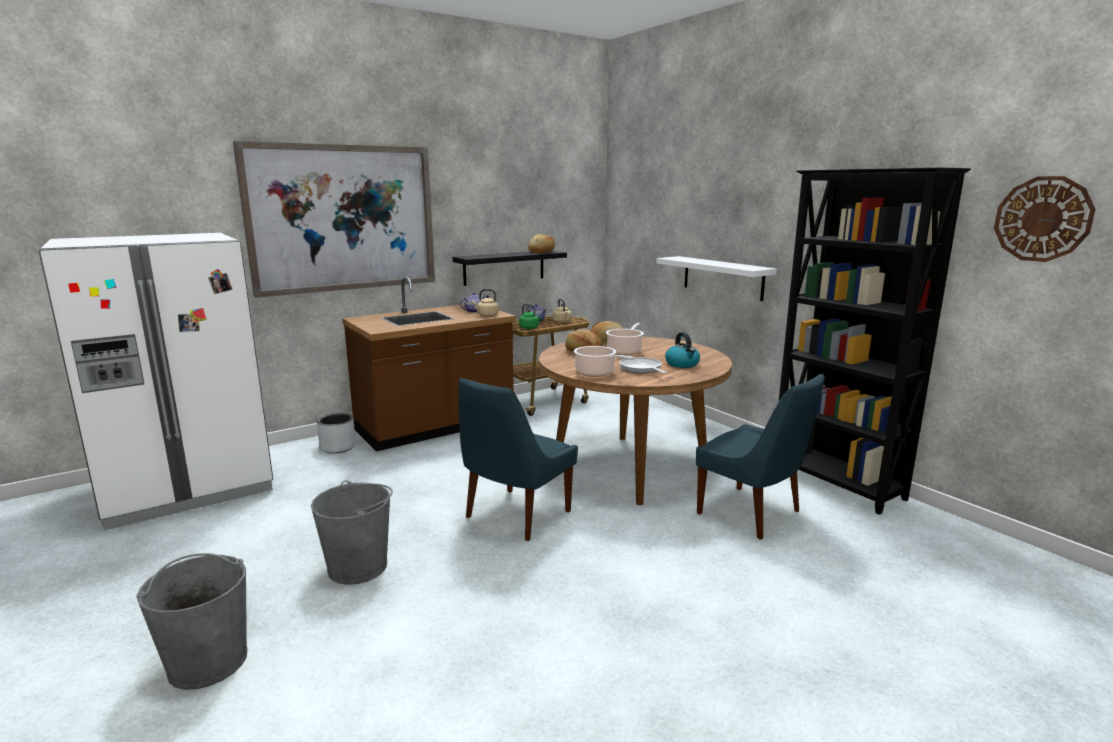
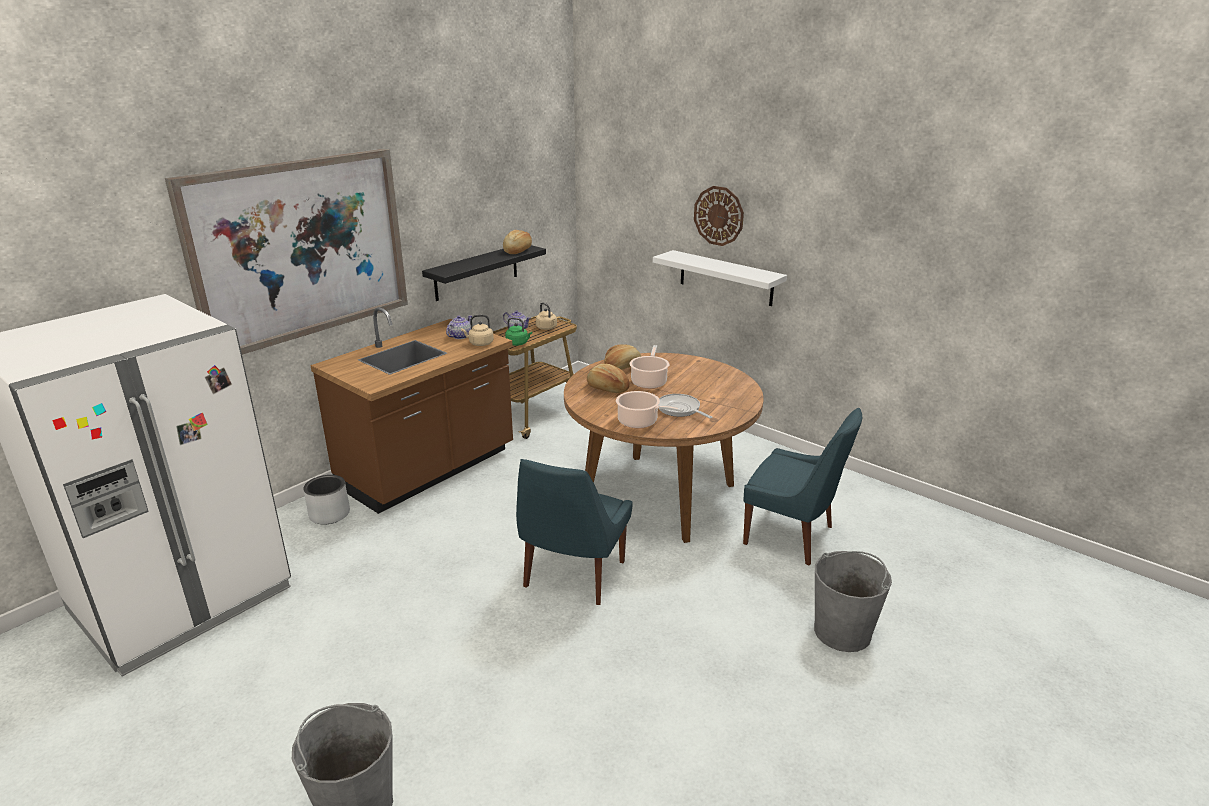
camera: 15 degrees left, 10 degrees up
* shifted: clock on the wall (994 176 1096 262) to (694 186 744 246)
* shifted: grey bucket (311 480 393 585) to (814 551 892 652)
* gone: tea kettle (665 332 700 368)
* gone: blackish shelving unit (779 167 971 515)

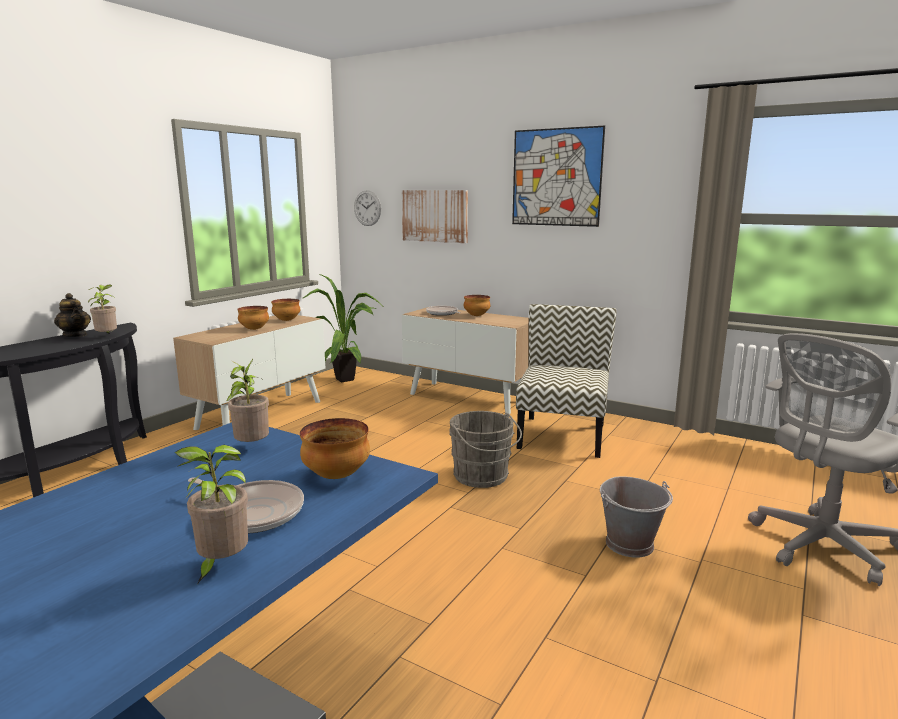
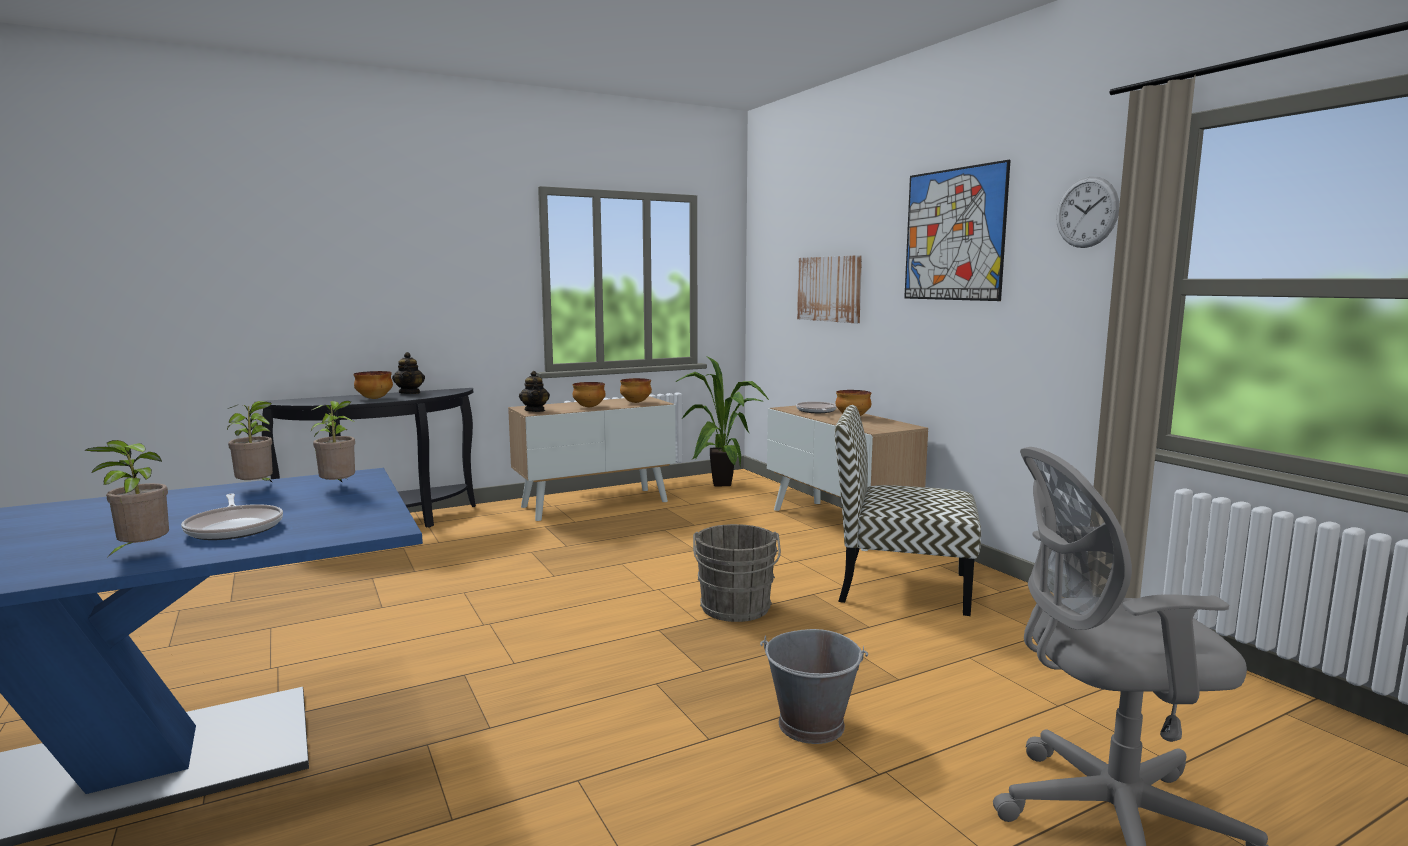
camera: 30 degrees right, 5 degrees down
* shifted: houseplant (88 285 117 334) to (227 401 273 482)
* shifted: bowl (300 418 370 479) to (353 371 393 399)
* new: tea pot (519 371 550 412)
* rotated: plain chair (516 304 617 458) = (835 405 981 616) 120 degrees counterclockwise
* shifted: clock on the wall (354 190 381 226) to (1056 177 1119 248)

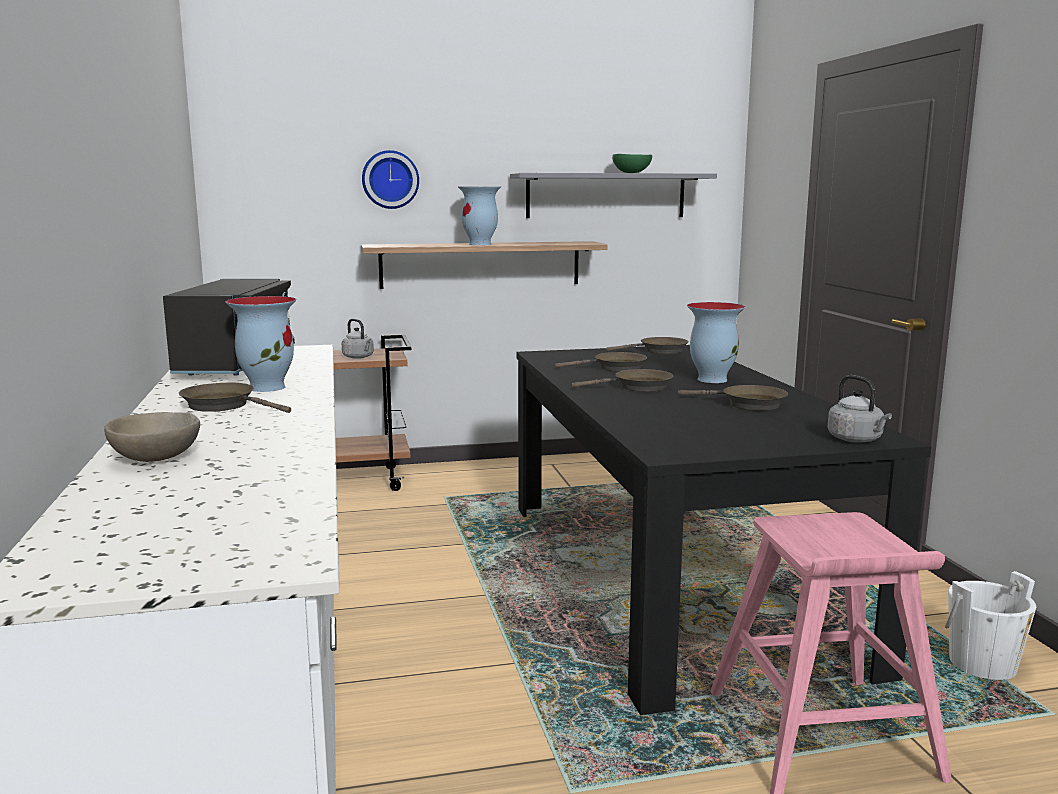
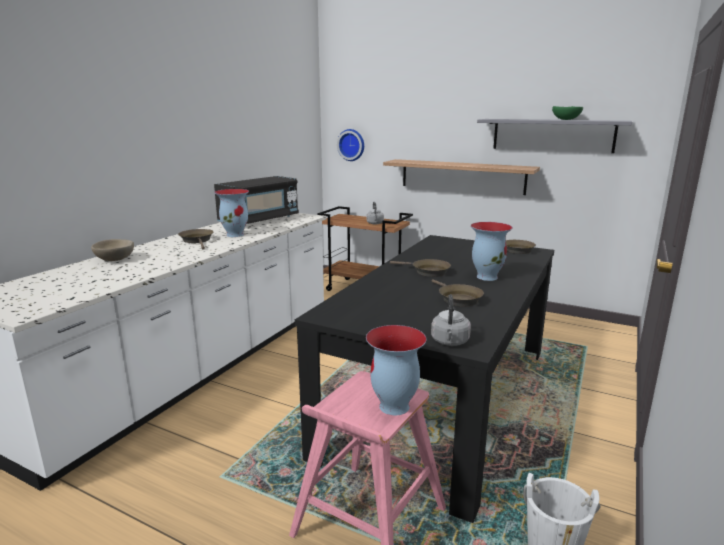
camera: 40 degrees right, 5 degrees up
* shifted: clock on the wall (362 150 419 209) to (337 129 364 161)
* shifted: vase (458 186 501 245) to (366 325 426 415)
* gone: brown frying pan (555 352 647 372)

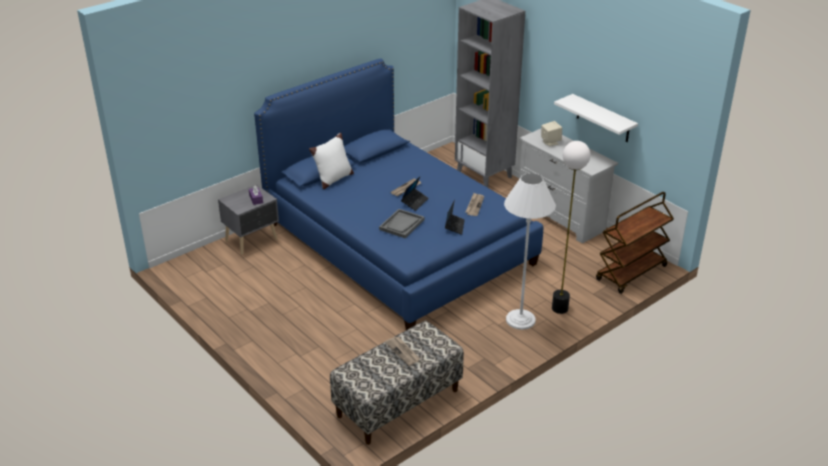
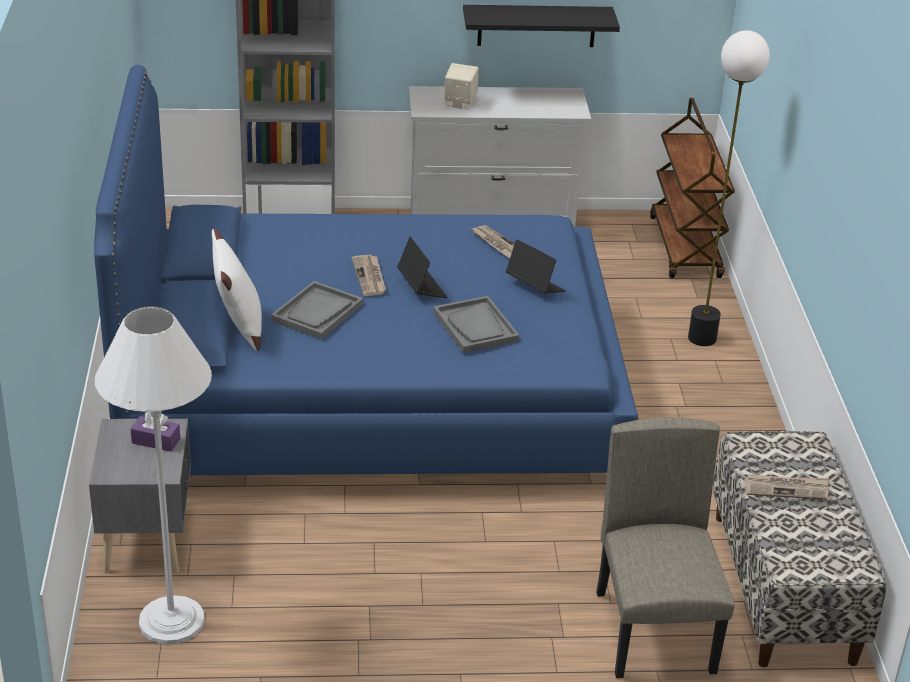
camera: 55 degrees left, 0 degrees up
* shifted: whitish standing lamp (504 173 556 330) to (95 306 212 645)
* new: grey tray (271 281 363 340)
* repainted: whitish bracket shelf (554 94 638 142) to blackish bracket shelf (463 5 620 47)
* new: beige plain chair (596 417 735 678)

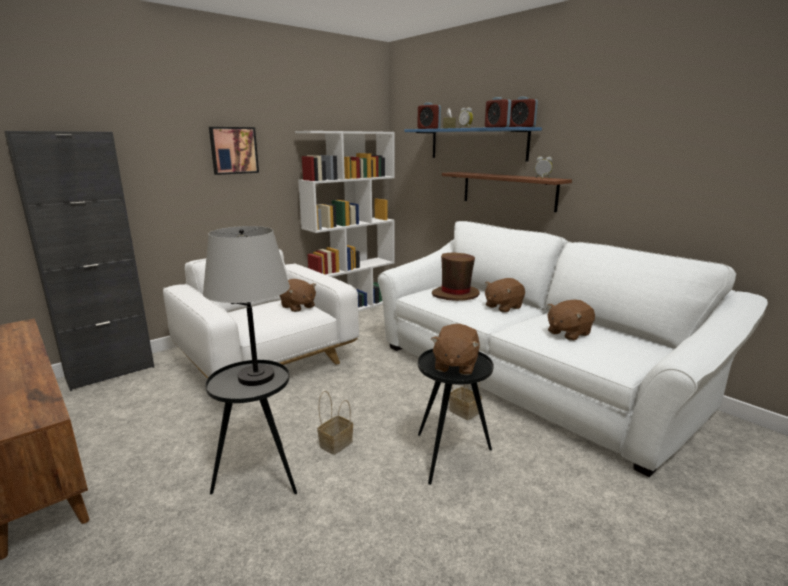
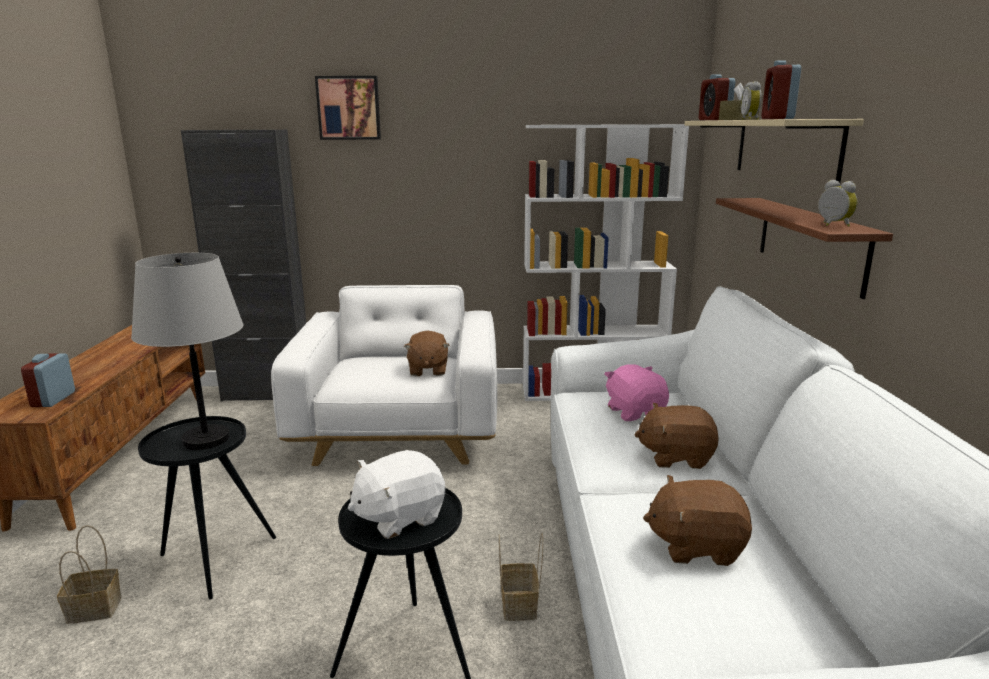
camera: 40 degrees right, 0 degrees up
* shifted: bedside clock (509 96 538 127) to (21 353 75 407)
* shifted: household basket (317 391 353 455) to (57 525 121 624)
* shifted: wall art (209 127 259 175) to (315 76 381 140)
* repainted: brown plush toy (431 324 480 375) to whitish plush toy (348 450 445 539)
* swapped: brown wearable hat (432 252 480 301) to pink-coloured plush toy (605 364 669 421)
* repainted: blue bracket shelf (405 127 542 162) to beige bracket shelf (685 119 864 182)

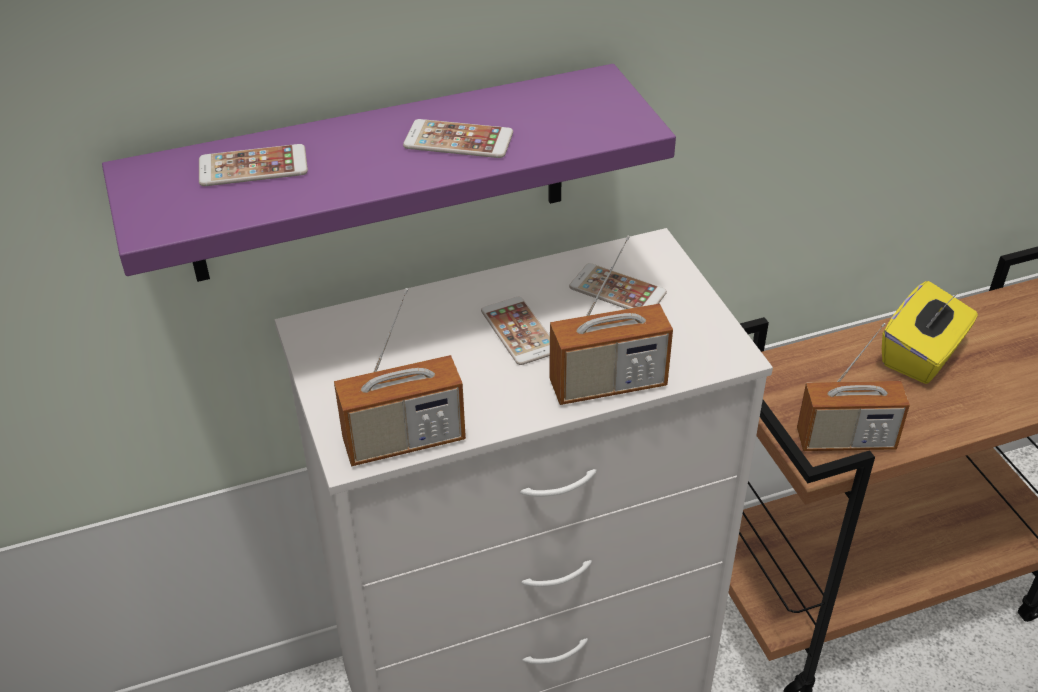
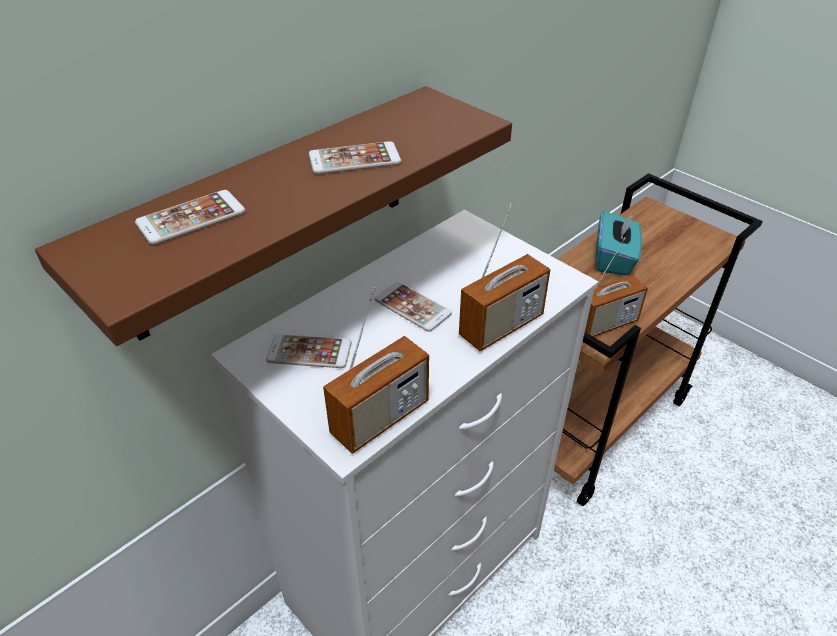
camera: 25 degrees left, 0 degrees up
* repainted: purple-coloured bracket shelf (102 64 676 282) to brown bracket shelf (35 86 512 346)
* shifted: phone (569 263 667 309) to (266 334 351 368)
* repainted: yellow tissue holder (882 281 978 384) to turquoise tissue holder (596 211 642 275)

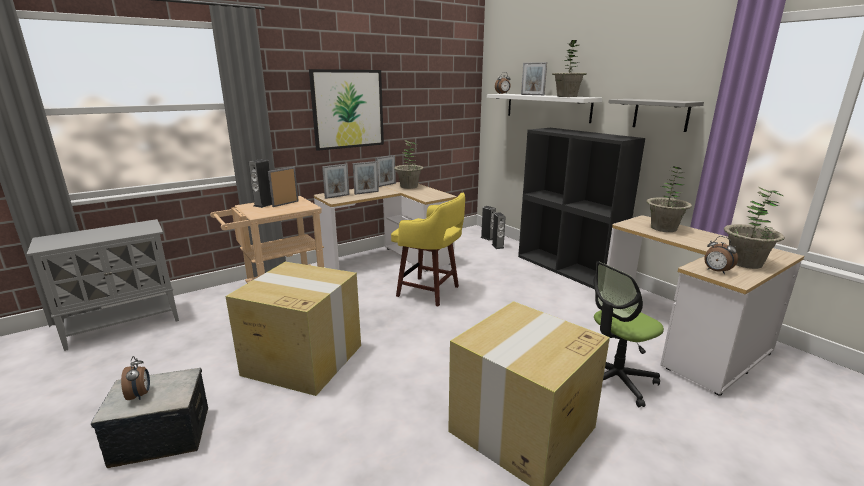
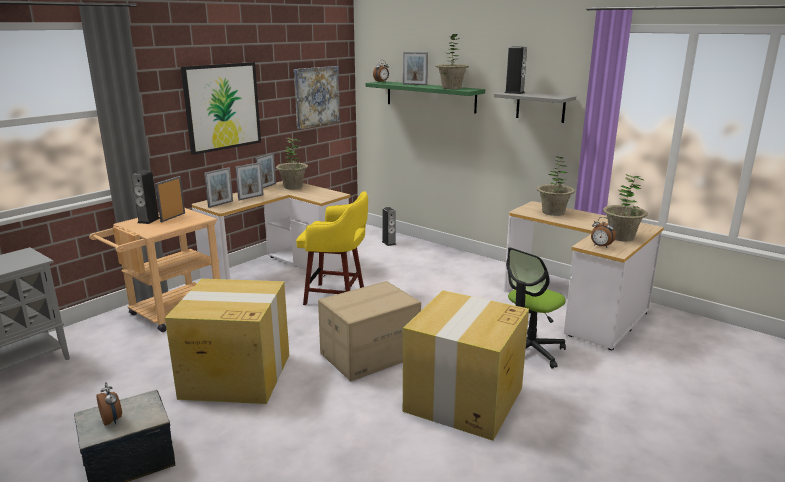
camera: 15 degrees left, 0 degrees up
* new: wall art (294 66 340 129)
* new: packing box (318 281 421 381)
* repainted: whitish bracket shelf (487 94 602 123) to green bracket shelf (365 81 485 114)
* shifted: audio speaker (480 206 496 241) to (505 46 527 94)
* gone: blackish shelving unit (518 128 645 289)

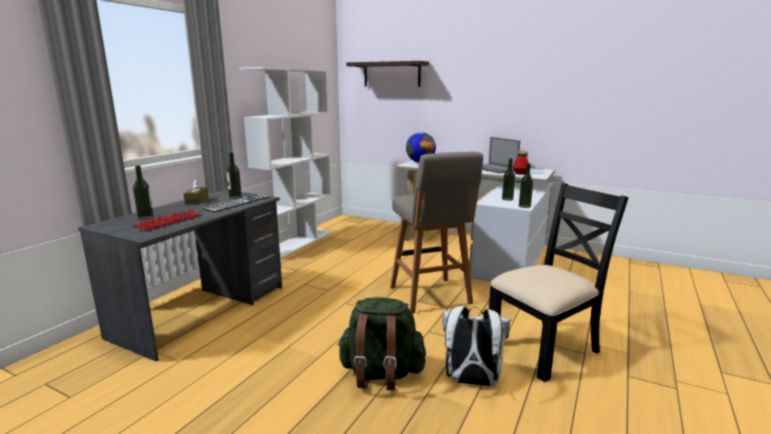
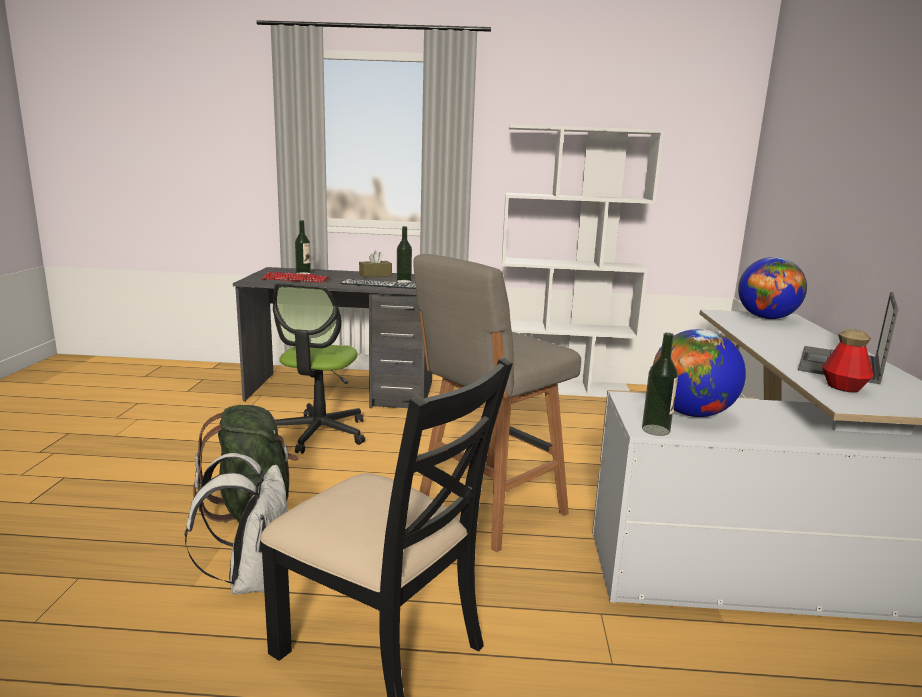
camera: 65 degrees right, 0 degrees up
* new: desk chair (273 283 365 454)
* swapped: drink bottle (502 159 515 201) to desk globe (653 329 746 417)
* gone: bracket shelf (346 61 429 87)

